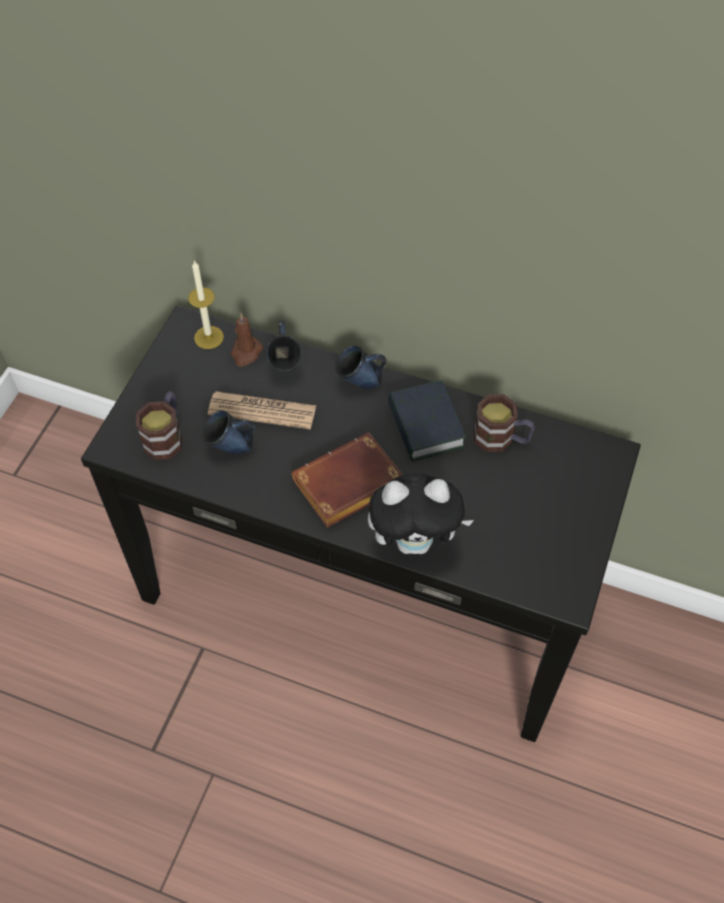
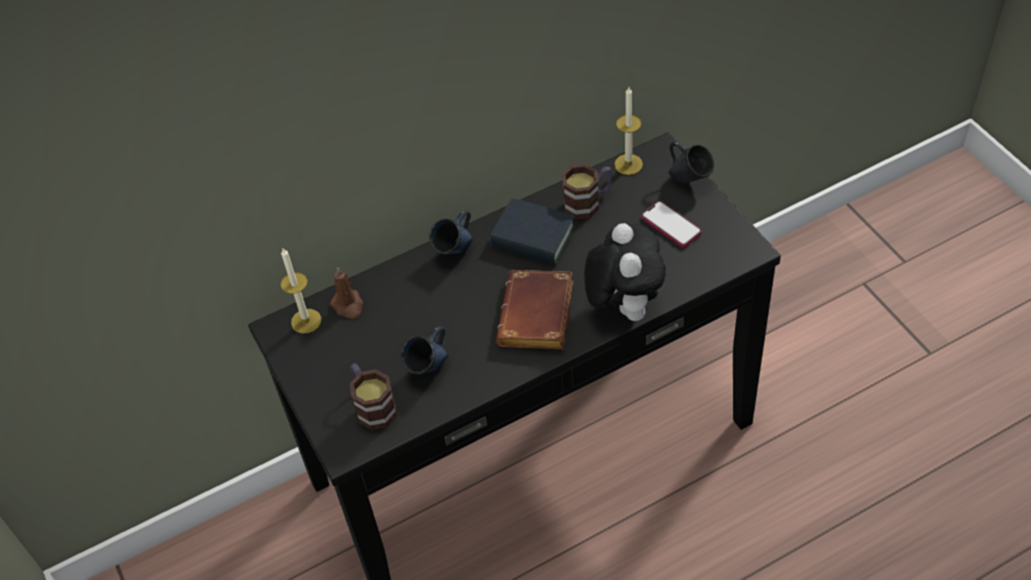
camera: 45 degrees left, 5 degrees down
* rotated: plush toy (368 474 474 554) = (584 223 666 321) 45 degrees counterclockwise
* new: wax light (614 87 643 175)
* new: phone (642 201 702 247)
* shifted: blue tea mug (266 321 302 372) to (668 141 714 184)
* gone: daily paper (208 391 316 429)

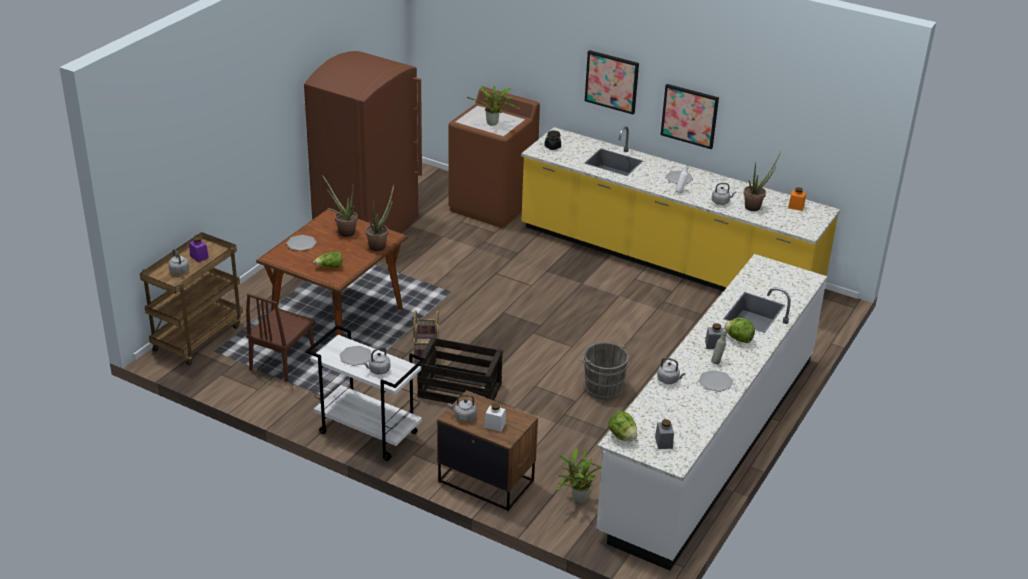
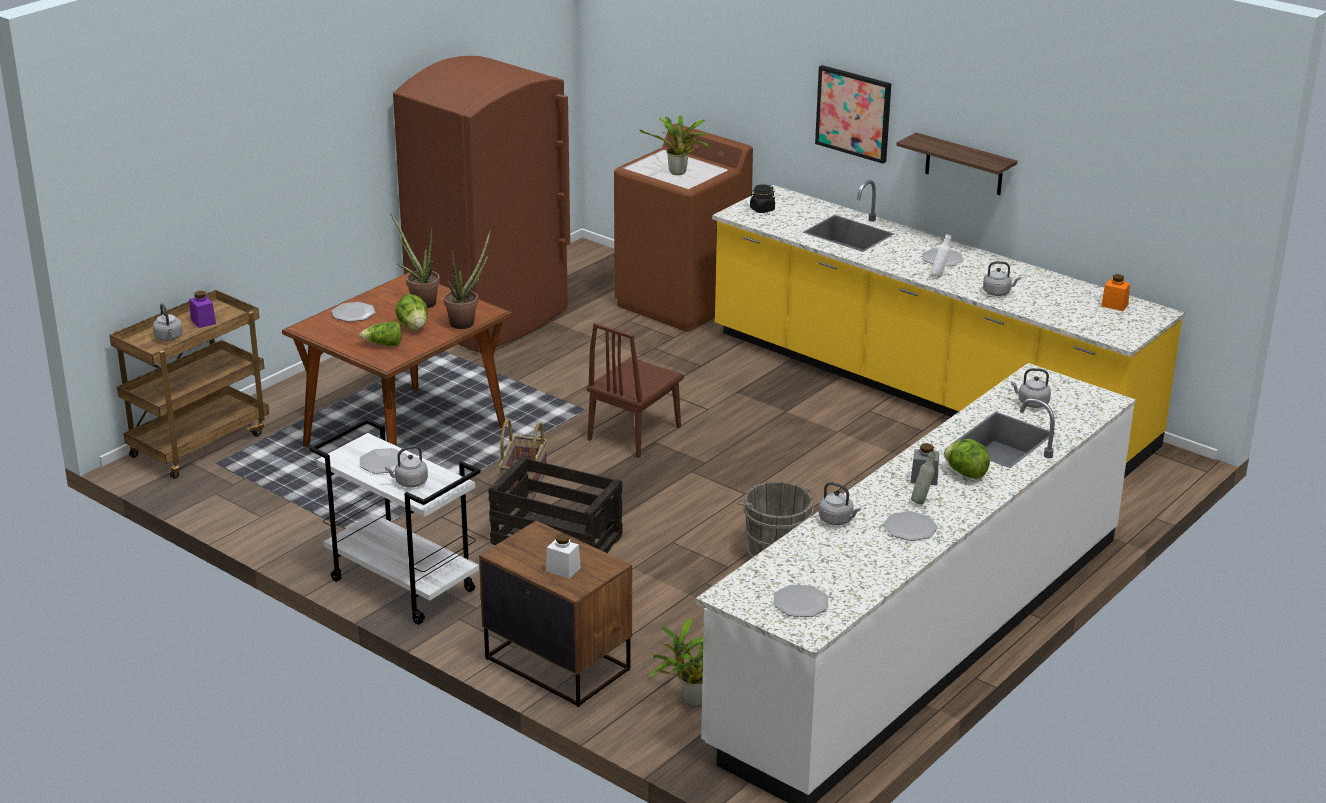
camera: 10 degrees right, 5 degrees down
* shifted: lettuce head (608 410 637 441) to (395 294 428 330)
* shifted: brown plain chair (246 293 315 382) to (587 323 684 458)
* swapped: grey preserve jar (655 419 674 449) to flat dish (773 585 828 617)
* swapped: wall art (660 84 719 149) to bracket shelf (896 132 1017 195)
* shifted: grey tea kettle (448 395 477 422) to (1011 368 1051 408)
* gone: houseplant (743 151 781 211)

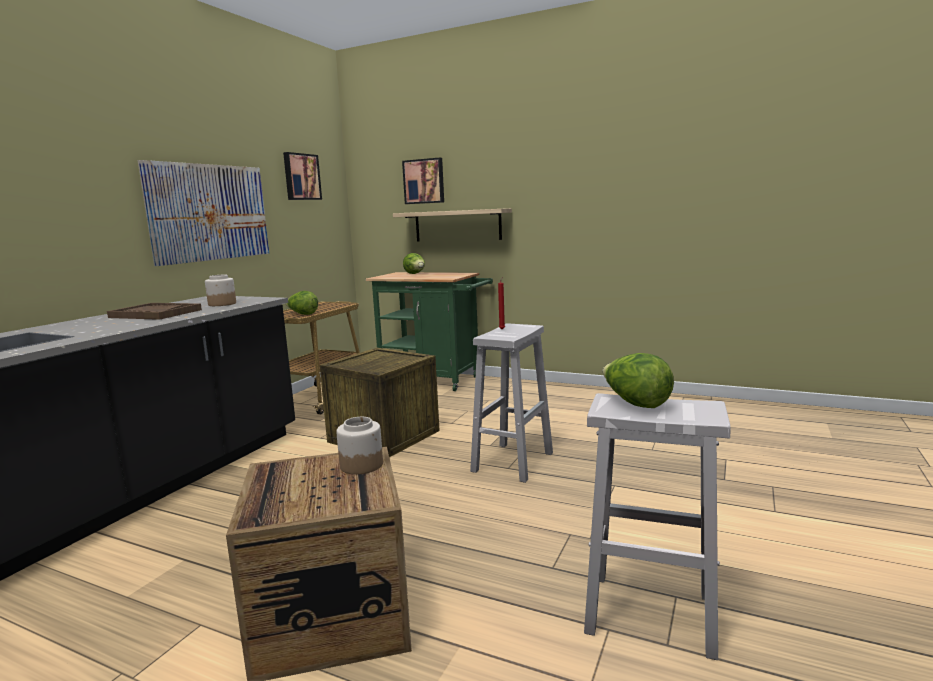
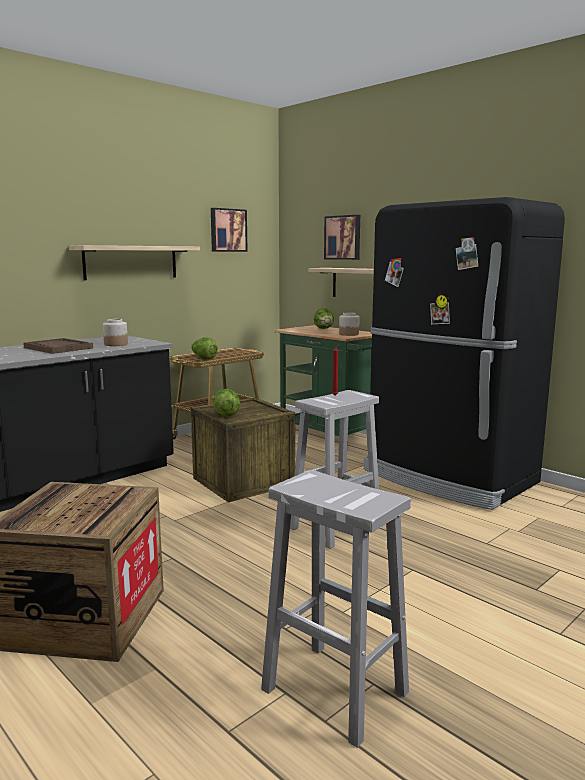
camera: 20 degrees right, 0 degrees up
* swapped: wall art (138 160 269 266) to bracket shelf (69 245 200 280)
* shifted: lettuce head (603 353 674 408) to (213 389 240 417)
* shifted: preserve jar (336 417 383 475) to (339 312 359 336)
* new: blackish refrigerator (363 197 565 510)

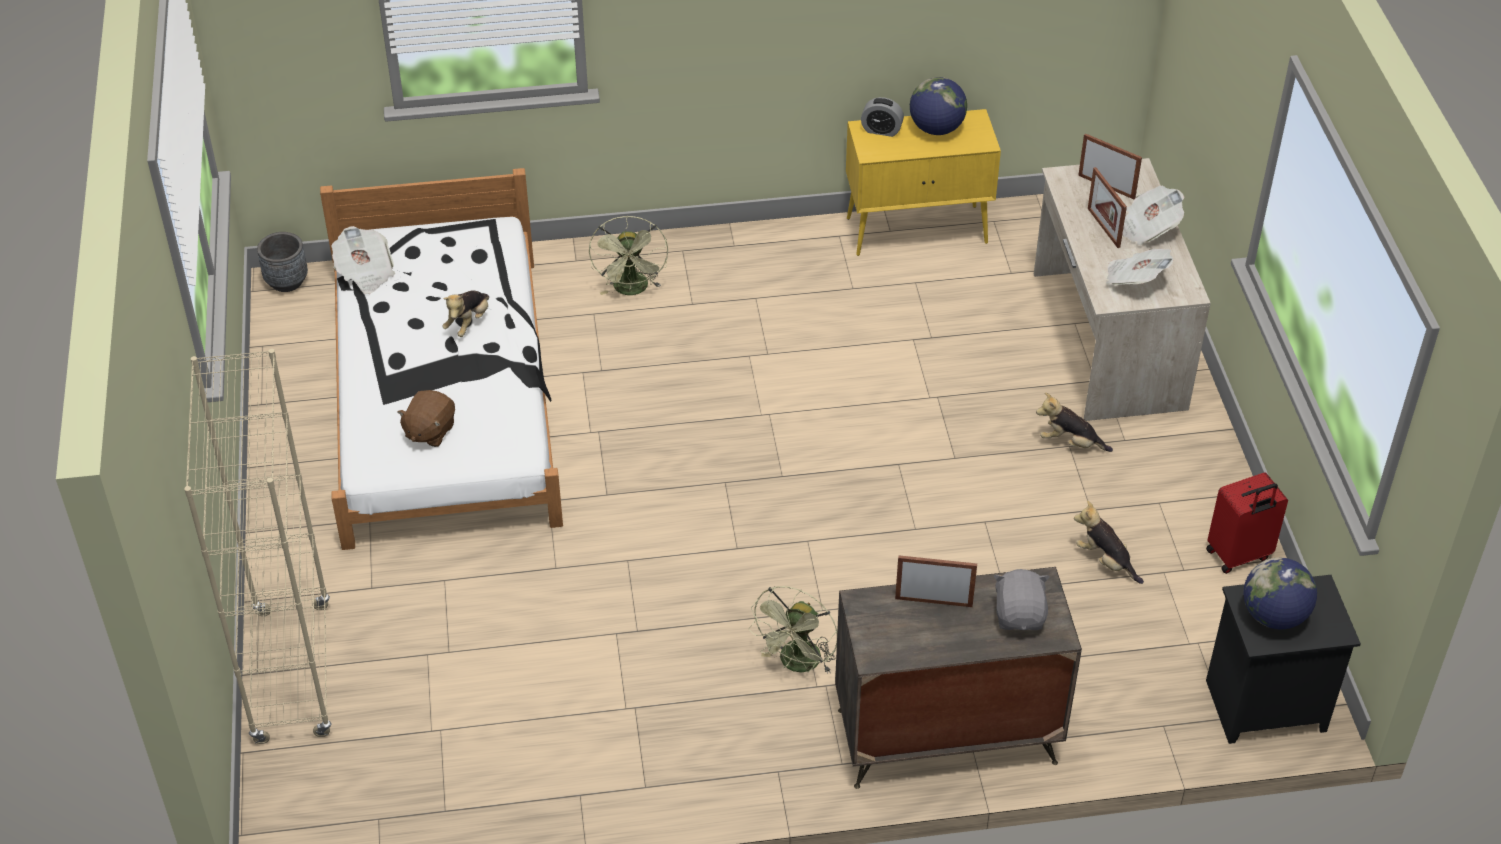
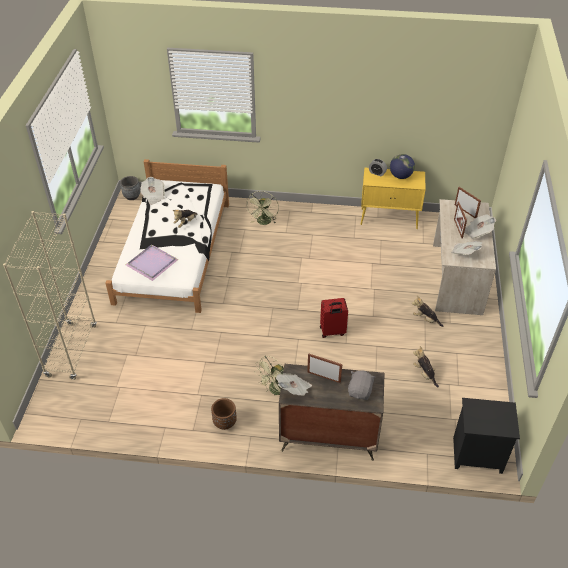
camera: 15 degrees right, 0 degrees up
* swapped: brown plush toy (397 390 455 447) to purple-coloured tray (126 244 179 281)
* new: brown planter (211 398 237 430)
* new: daily paper (276 374 312 396)
* shifted: red-coloured piece of luggage (1206 473 1288 574) to (320 298 348 338)
* gone: desk globe (1243 558 1317 629)

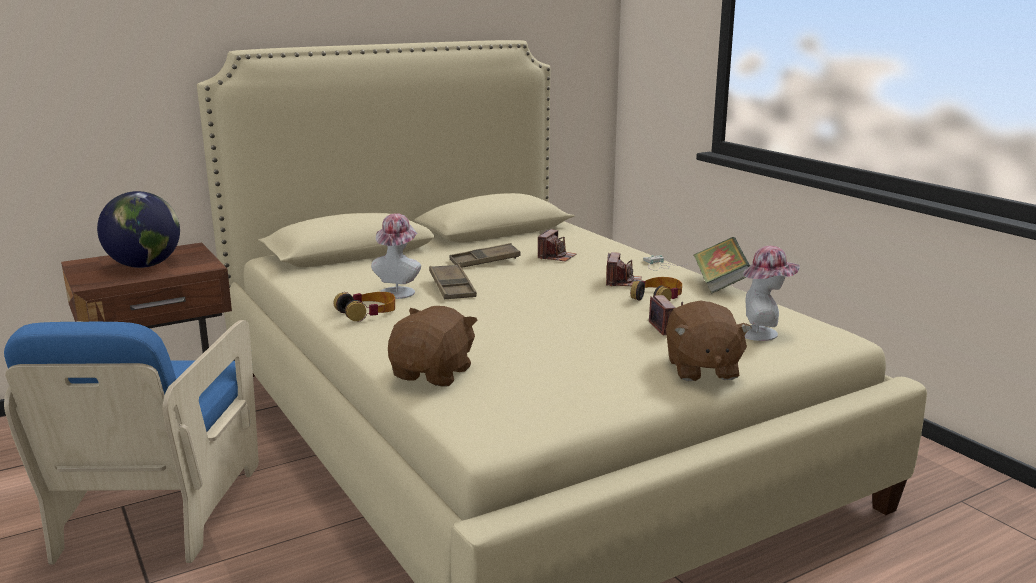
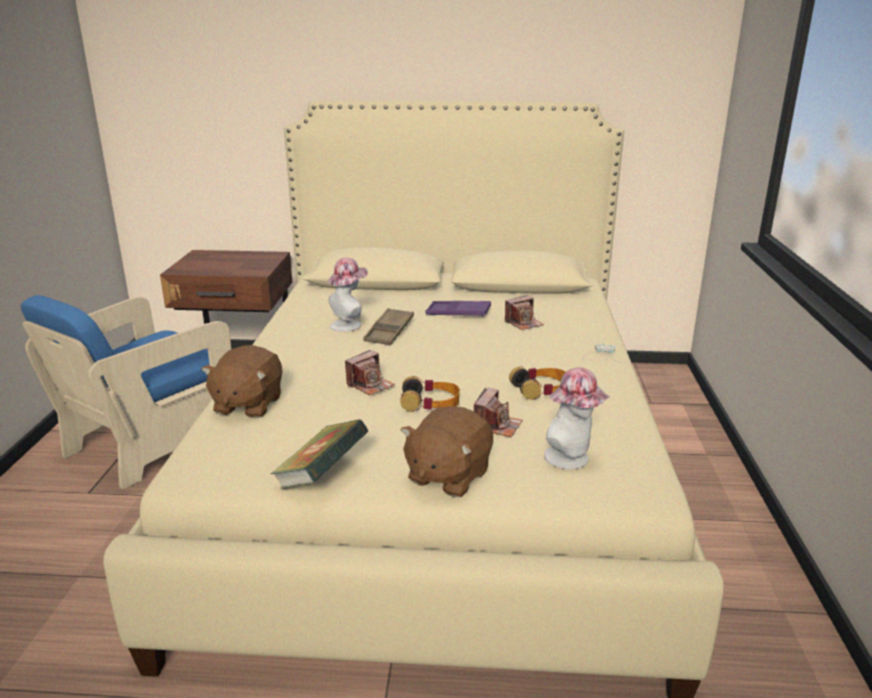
camera: 35 degrees right, 5 degrees up
* rotated: brown plush toy (388 306 478 387) = (201 345 282 418) 135 degrees clockwise
* shifted: book (694 237 750 294) to (271 419 369 489)
* shifted: still camera (606 252 642 286) to (345 350 395 395)
* shifted: headset (334 292 395 322) to (400 376 460 412)
* repainted: brown tray (449 243 521 268) to purple-coloured tray (426 301 491 317)
* gone: desk globe (97 191 180 268)

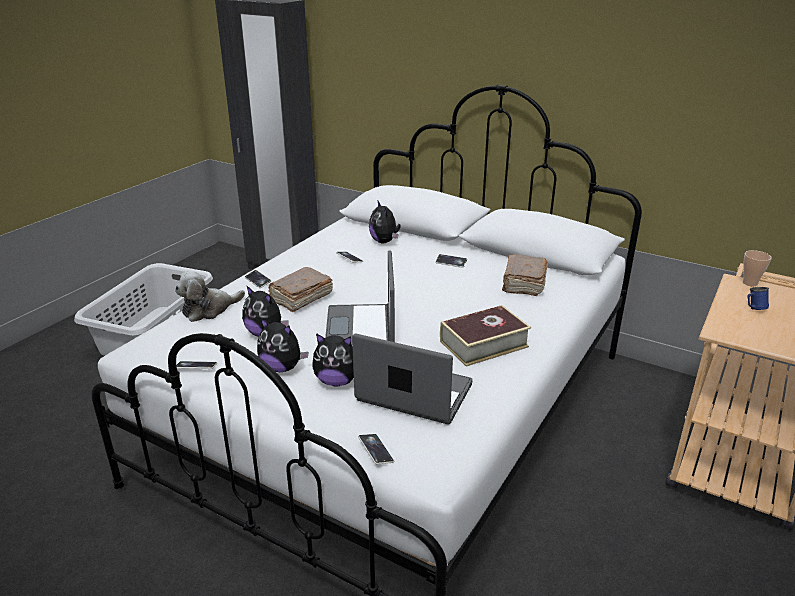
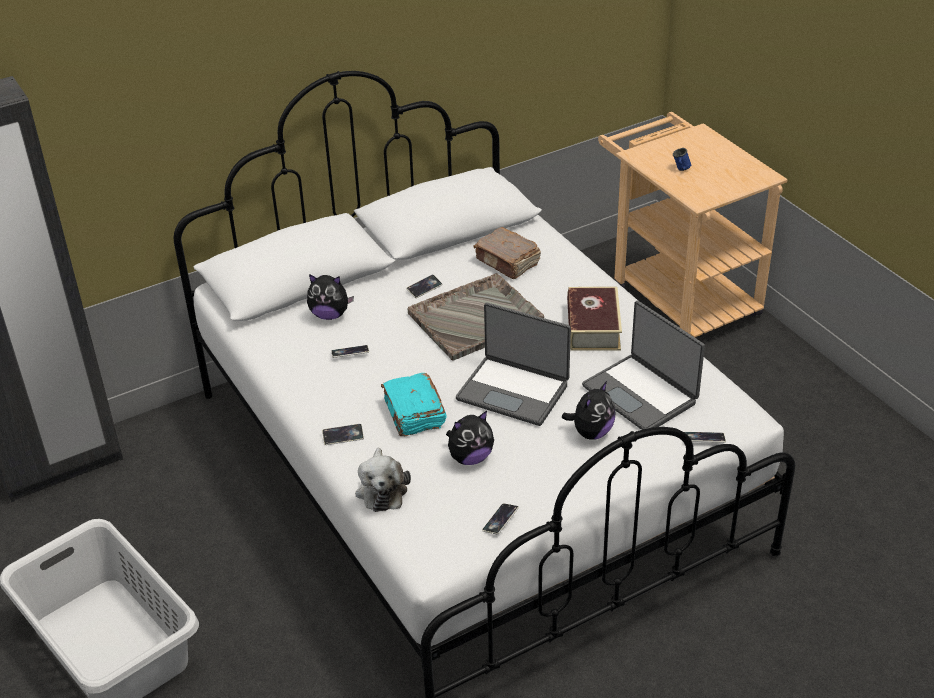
camera: 60 degrees left, 10 degrees up
* repainted: brown book (268 267 333 312) to turquoise book (381 373 447 436)
* new: grey tray (408 273 544 361)
* rotated: notebook computer (352 333 473 424) = (582 301 705 430) 90 degrees counterclockwise
* gone: plush toy (257 318 308 372)
* gone: drinking cup (743 250 772 286)

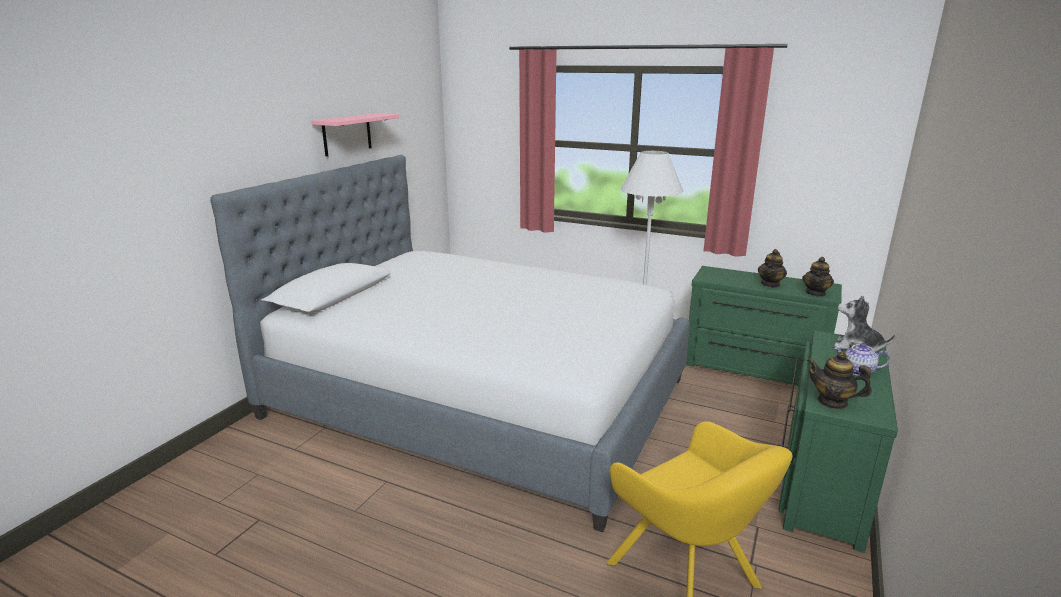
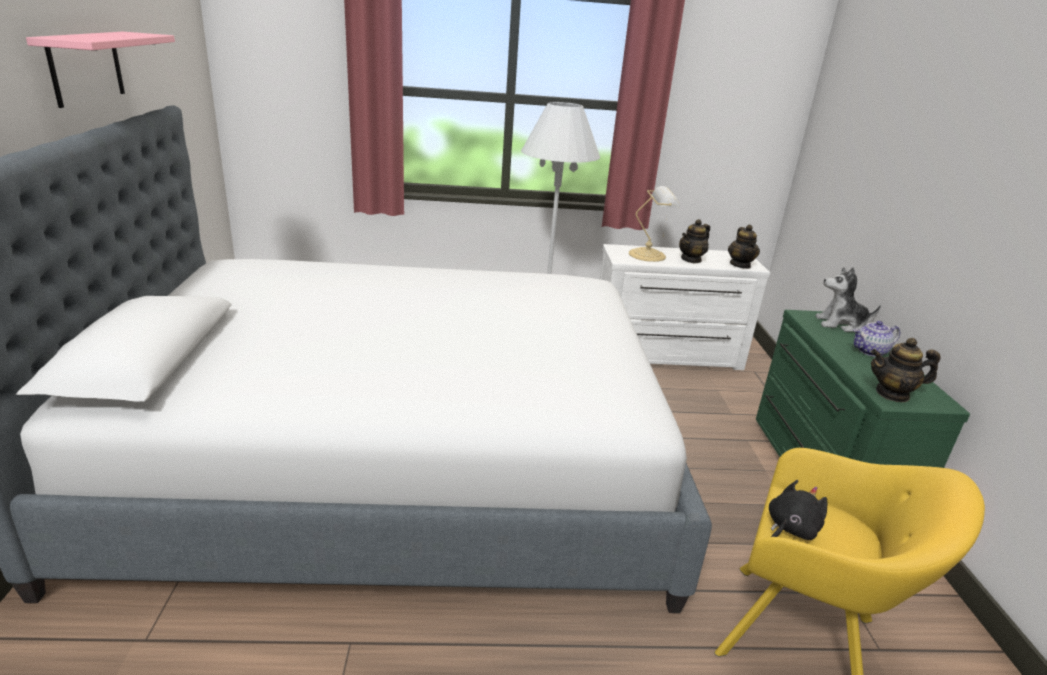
camera: 30 degrees left, 5 degrees up
* repainted: green dresser (686 266 842 386) to whitish dresser (600 244 770 370)
* new: lamp for a table (629 186 680 262)
* rotated: tea pot (758 249 787 288) = (679 219 710 263) 45 degrees clockwise
* new: blackish plush toy (769 480 827 540)

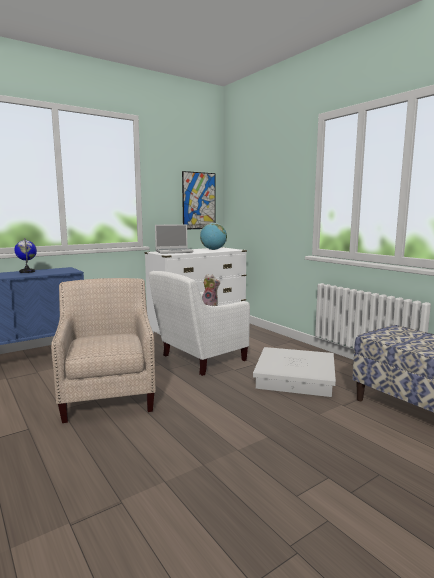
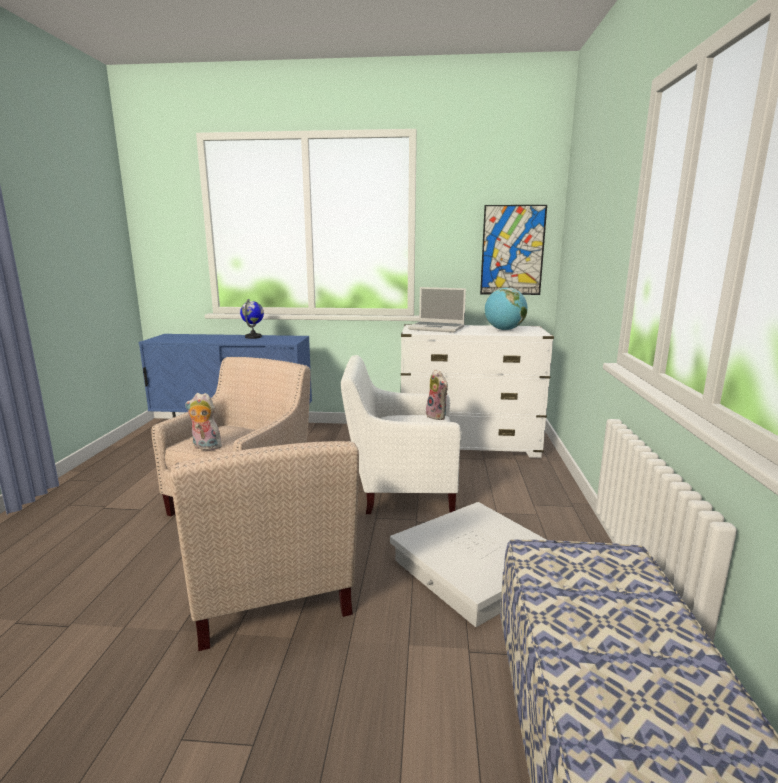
camera: 40 degrees right, 5 degrees up
* new: beige armchair (170 441 359 651)
* new: plush toy (185 393 222 450)

